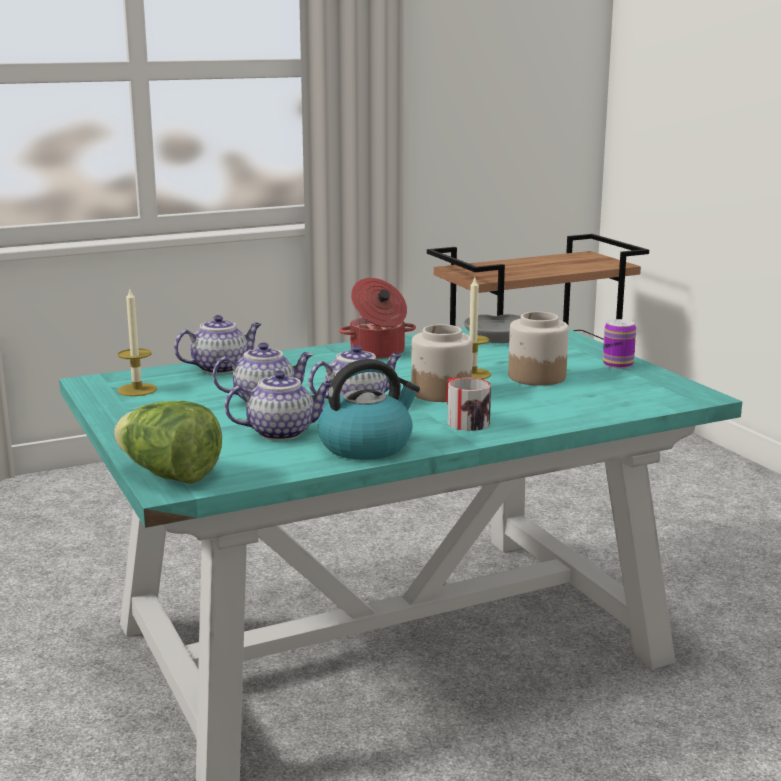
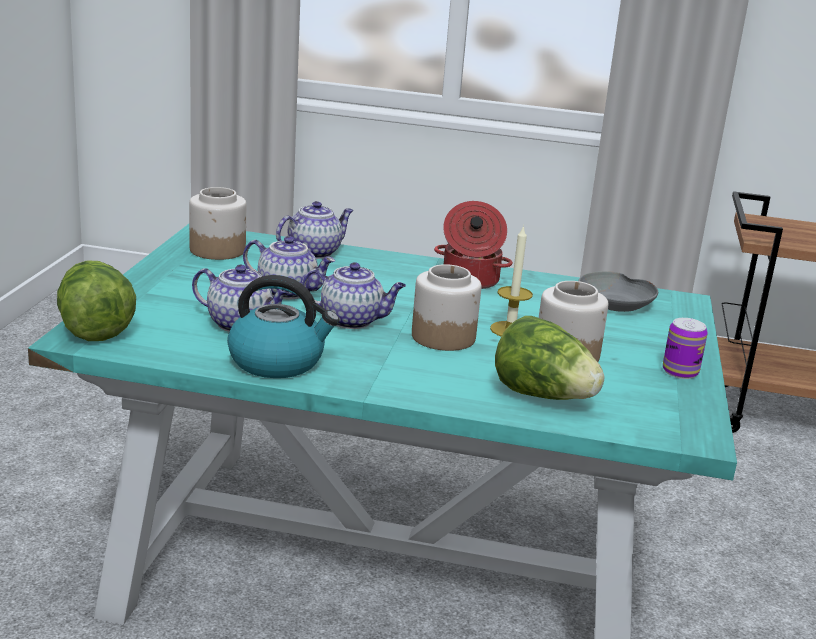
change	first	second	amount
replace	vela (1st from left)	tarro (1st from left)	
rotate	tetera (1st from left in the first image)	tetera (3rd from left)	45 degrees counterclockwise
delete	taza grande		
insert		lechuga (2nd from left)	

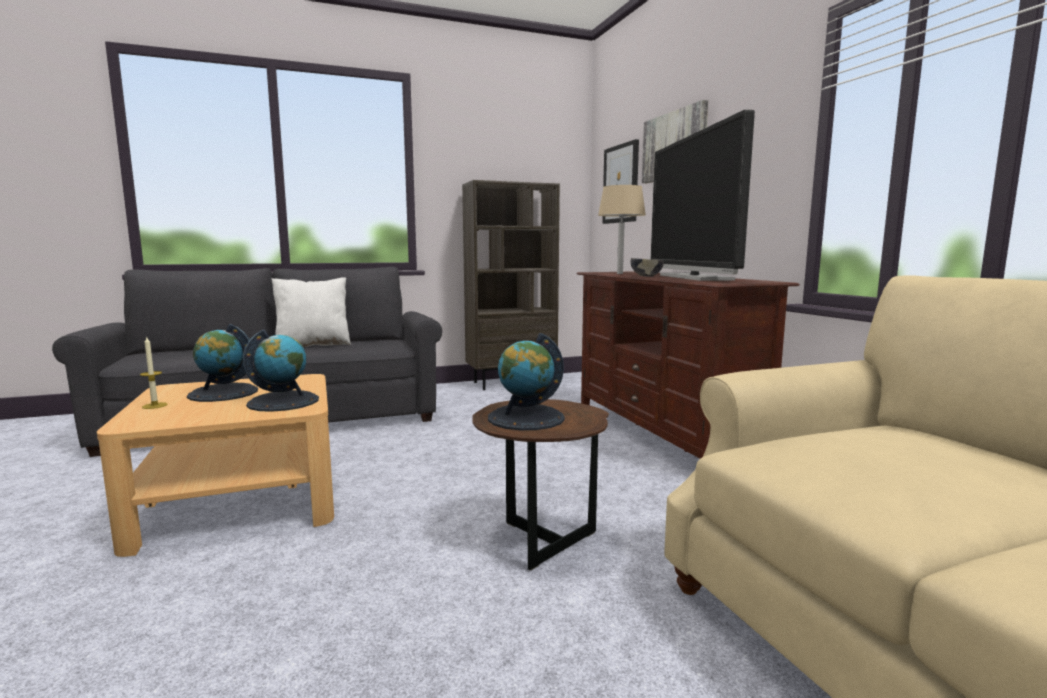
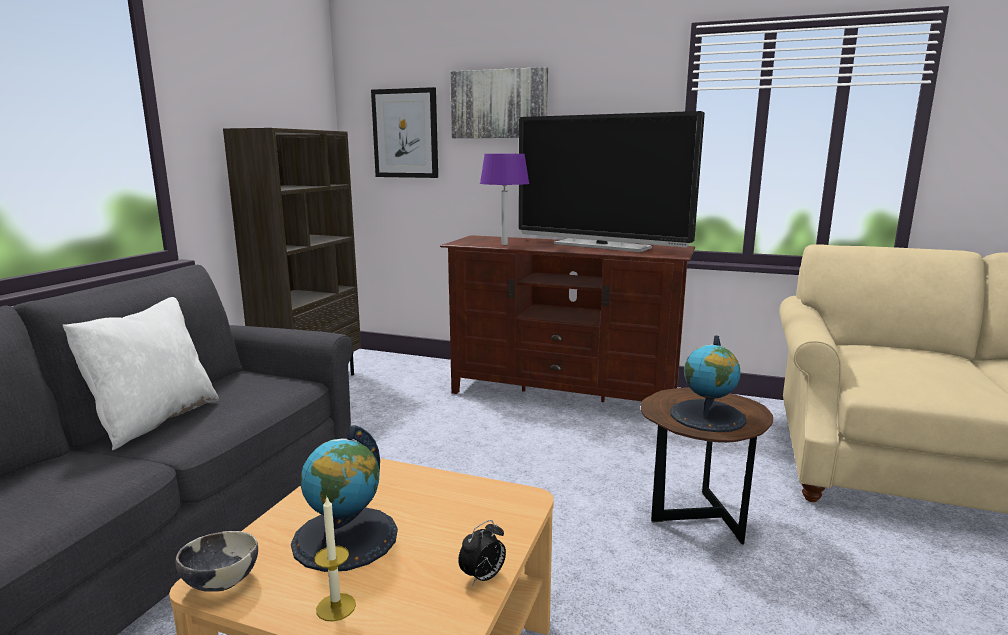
change	first	second	amount
delete	globo terráqueo (2nd from left)		
recolor	lámpara de mesa (beis)	lámpara de mesa (morado)	
move	cuenco		
insert		despertador	

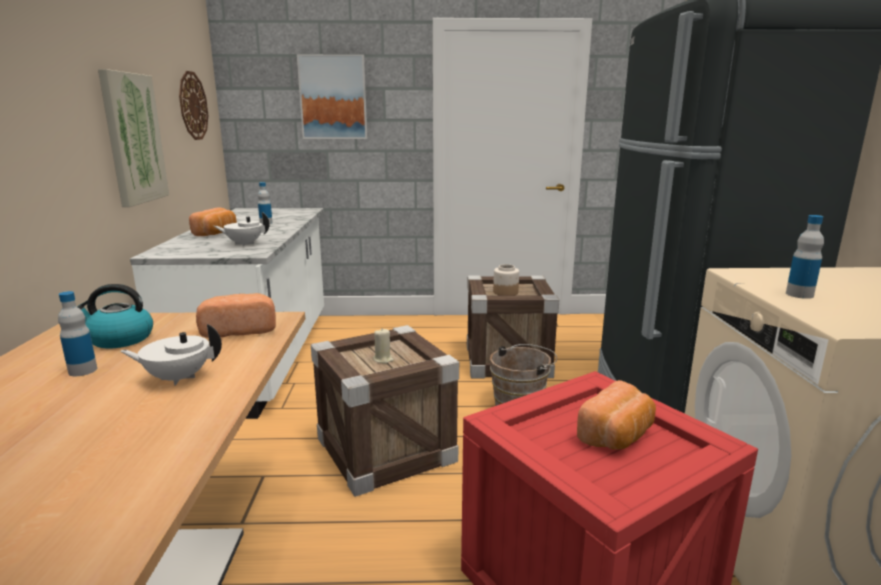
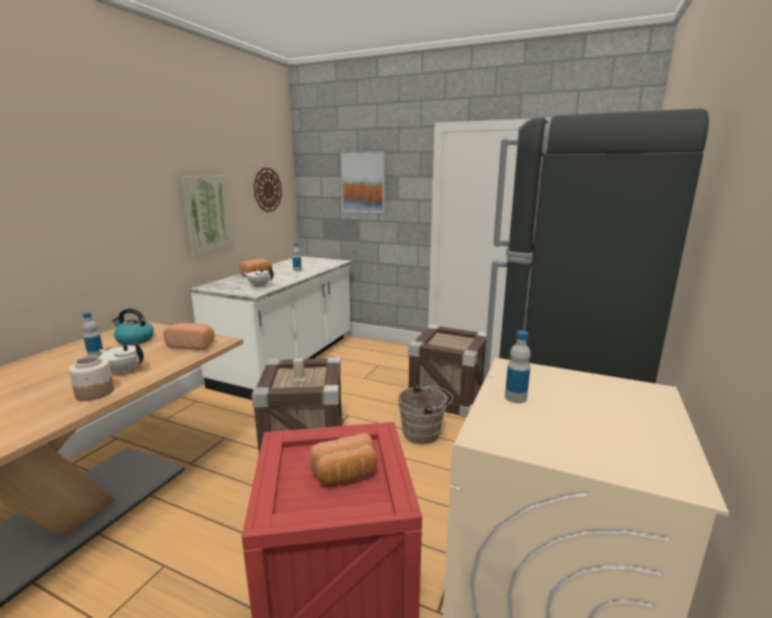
change	first	second	amount
move	tarro		

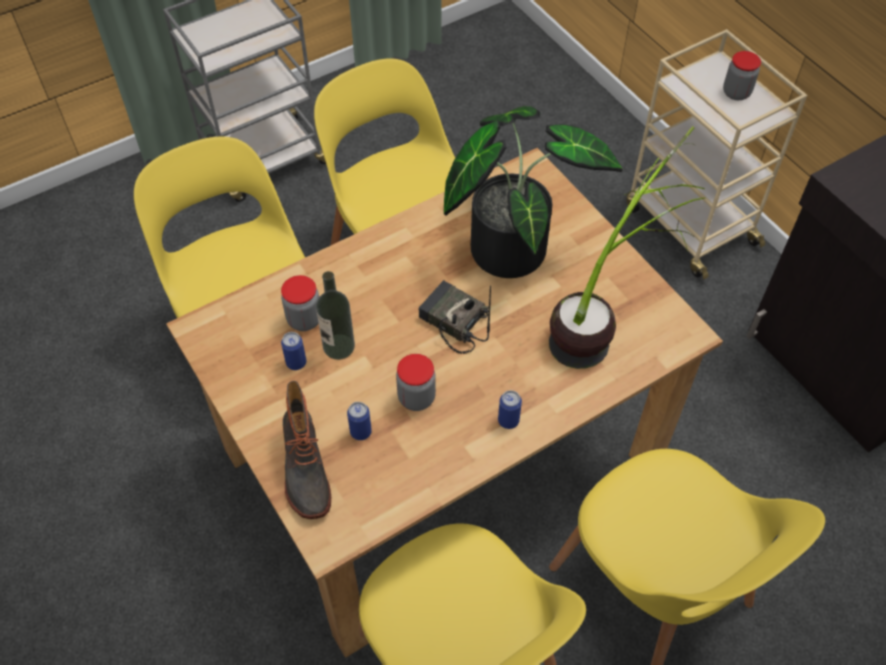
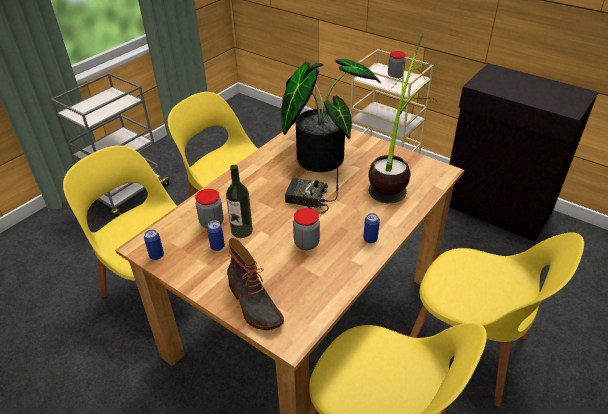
change	first	second	amount
move	lata (2nd from left in the first image)	lata (1st from left)	

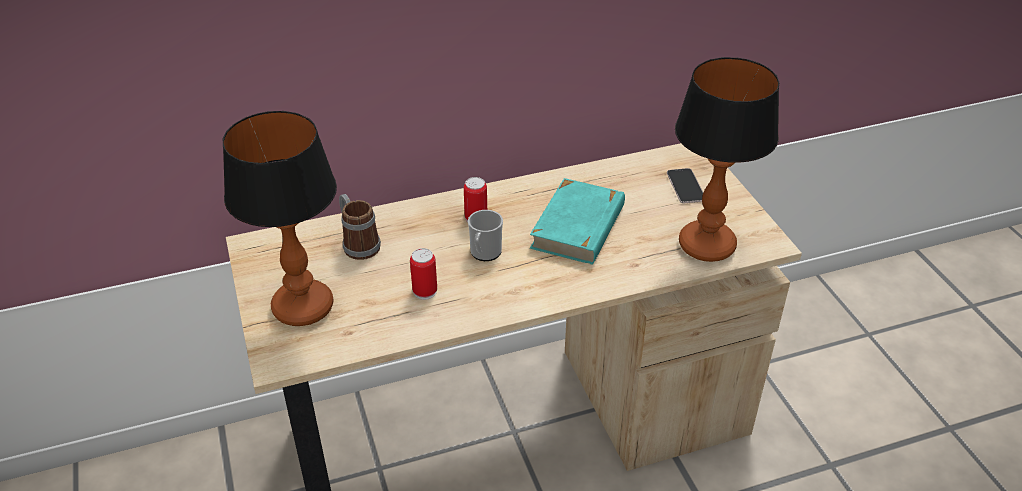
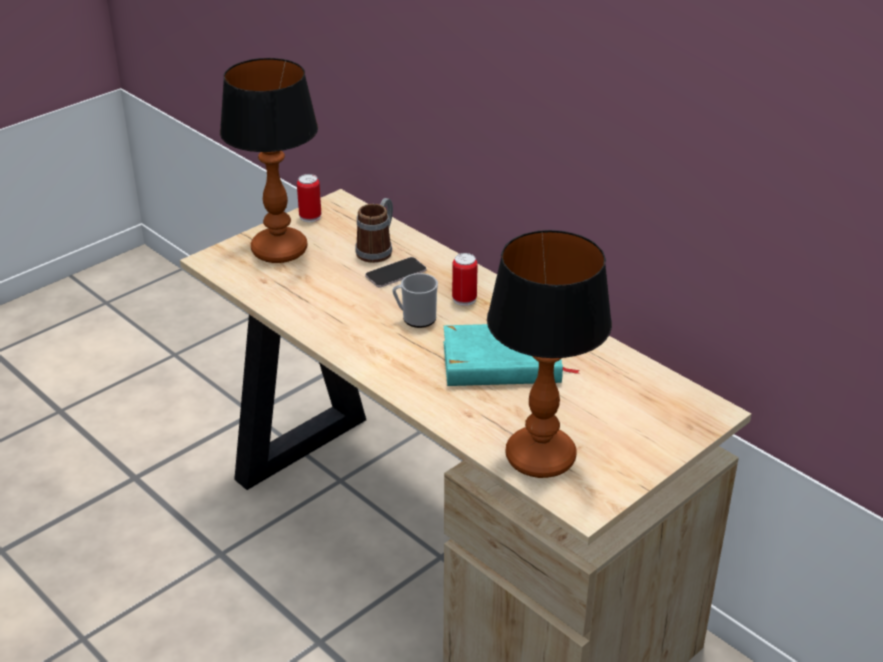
change	first	second	amount
move	lata (1st from left)		
move	móvil		

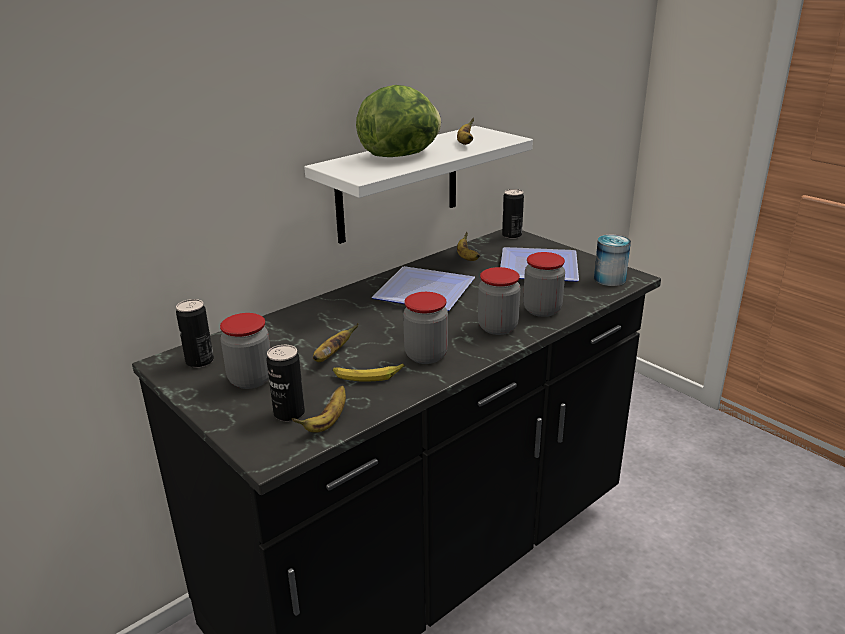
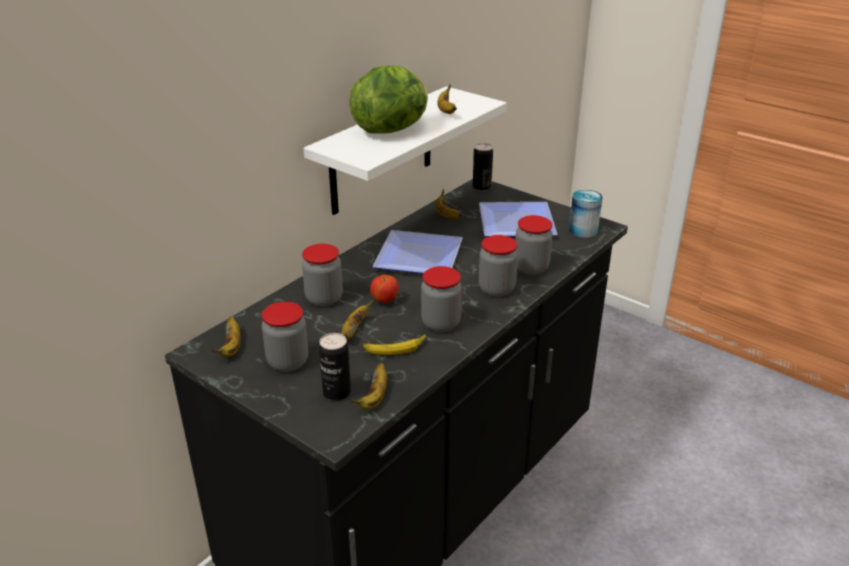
change	first	second	amount
replace	lata (1st from left)	plátano (1st from left)	
insert		tarro (2nd from left)	
insert		manzana	

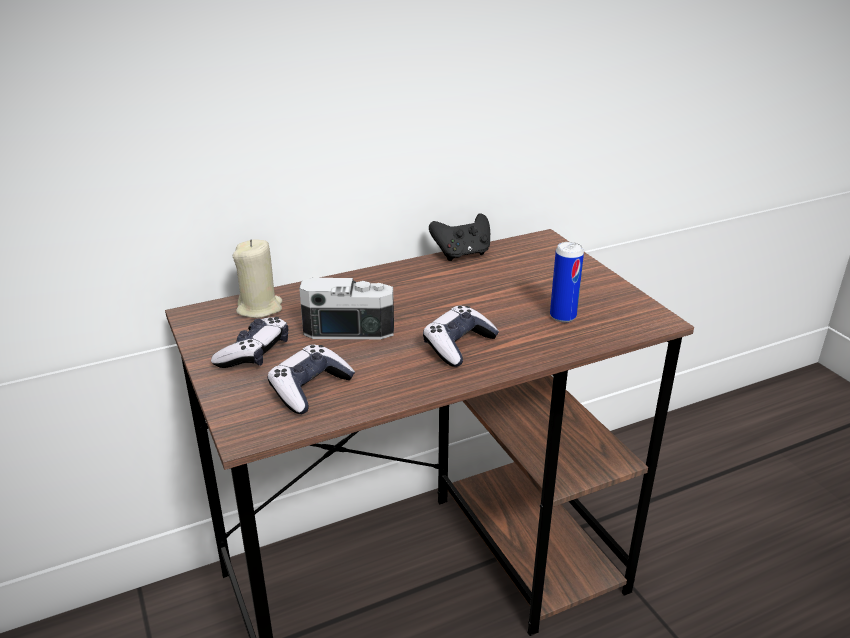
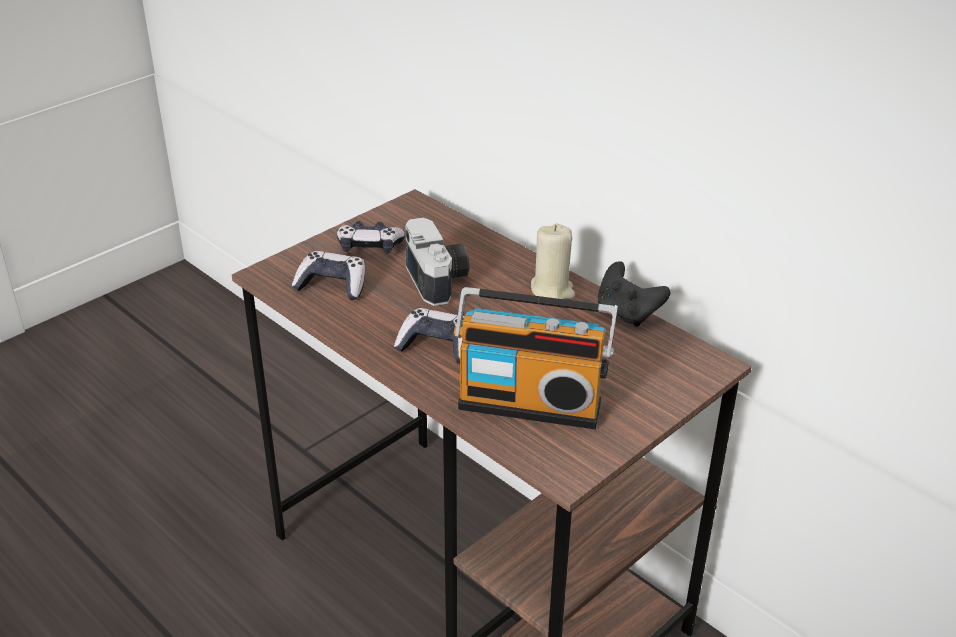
change	first	second	amount
move	vela (beis)		
replace	lata	radio	

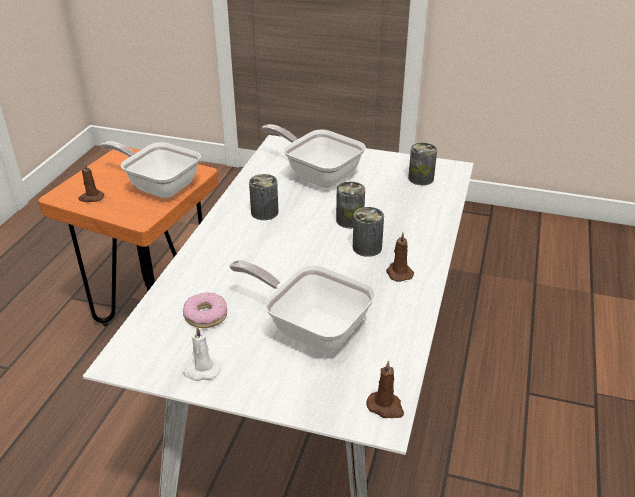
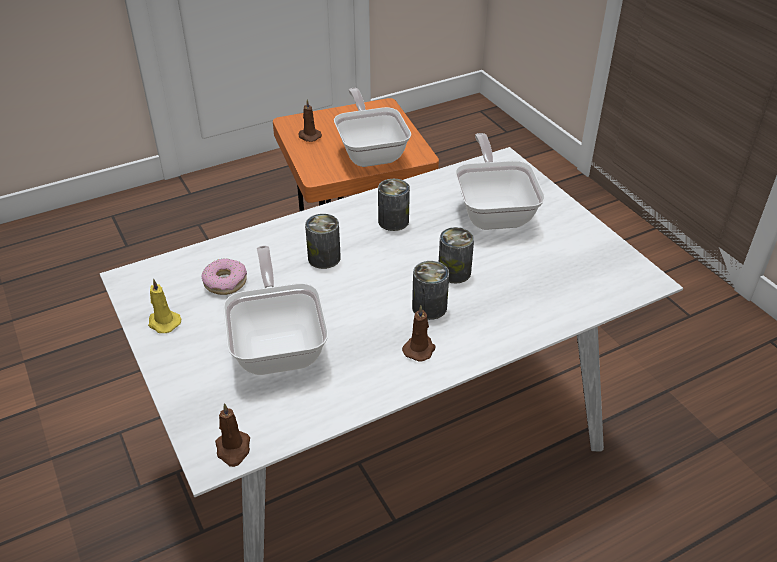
change	first	second	amount
recolor	vela (blanco)	vela (amarillo)	
move	lata (4th from left in the first image)	lata (1st from left)	

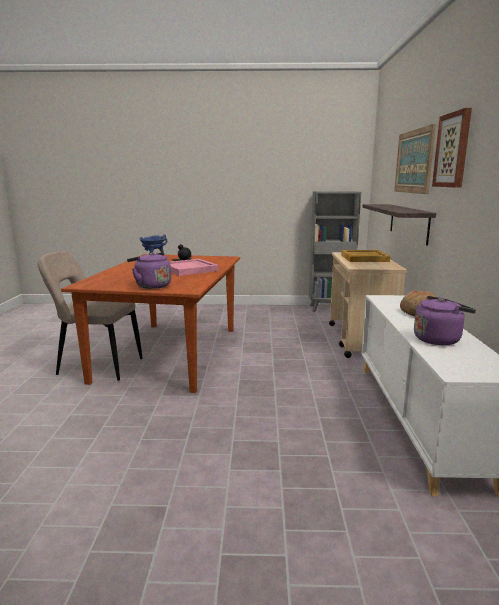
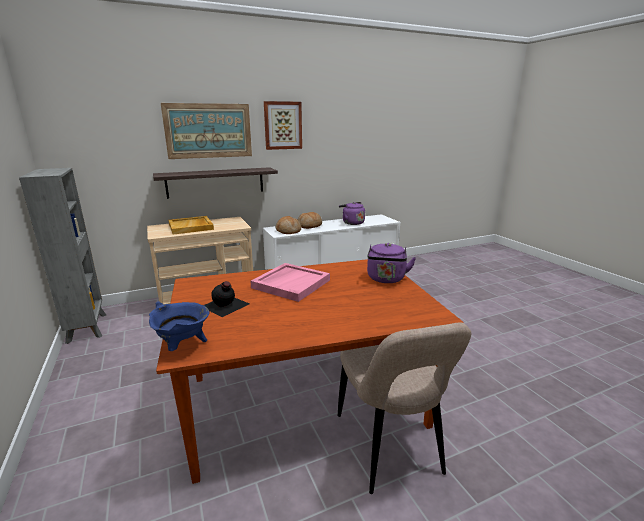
change	first	second	amount
insert		pan (1st from left)	

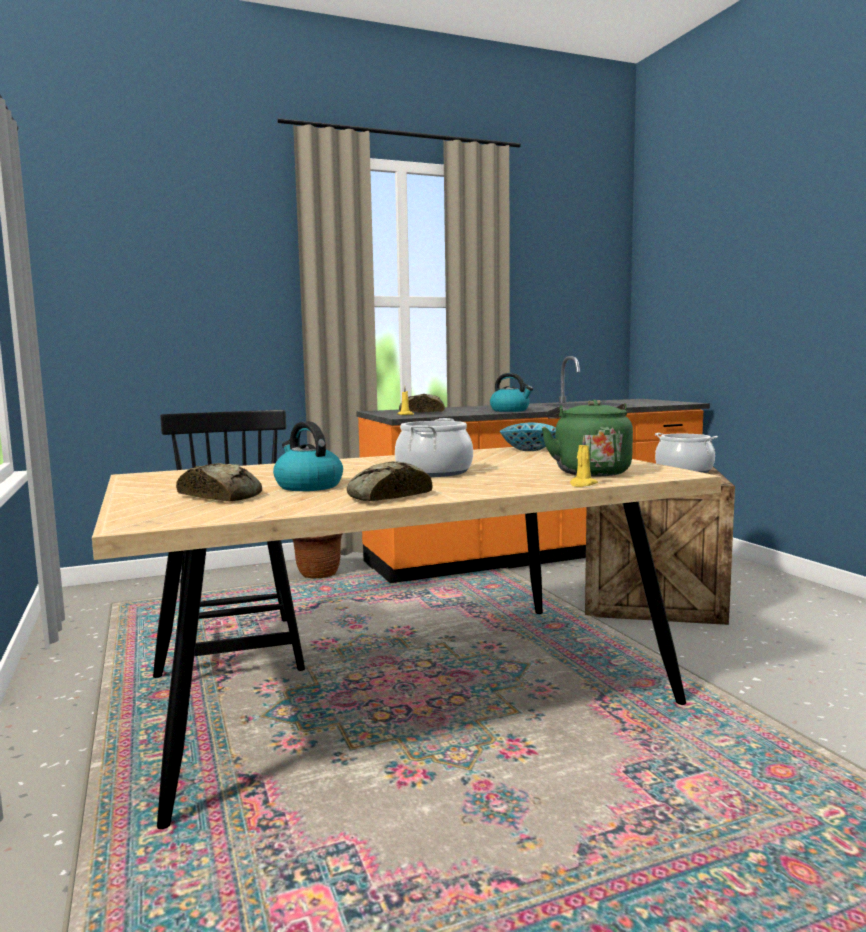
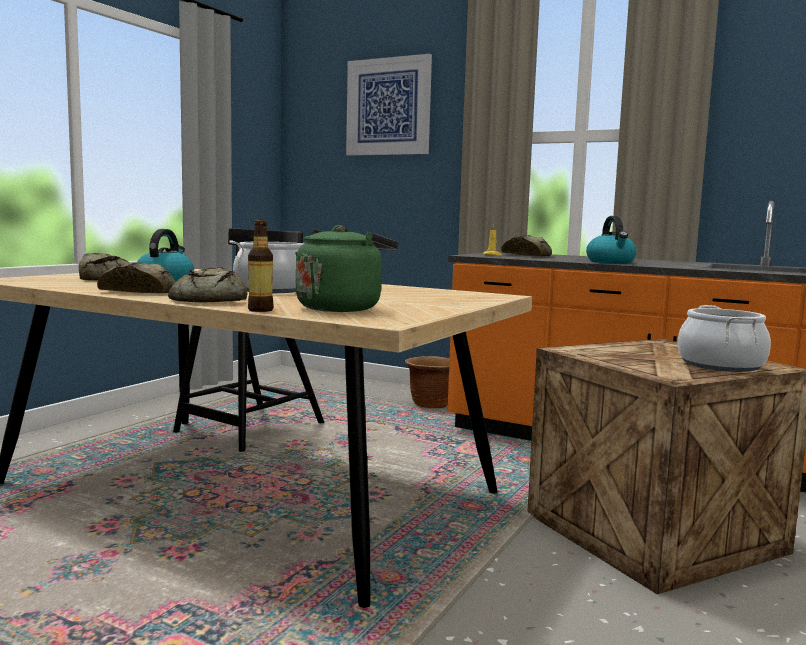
change	first	second	amount
delete	cuenco		
replace	vela (amarillo) (2nd from left)	botella	
insert		pan (3rd from left)	
insert		cuadro	

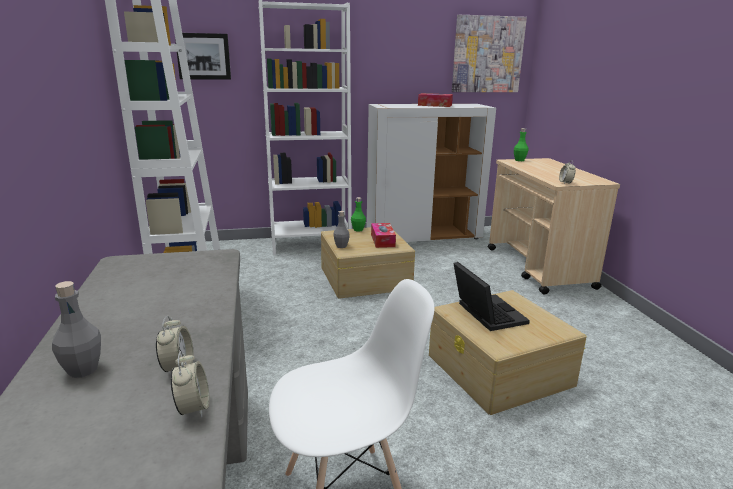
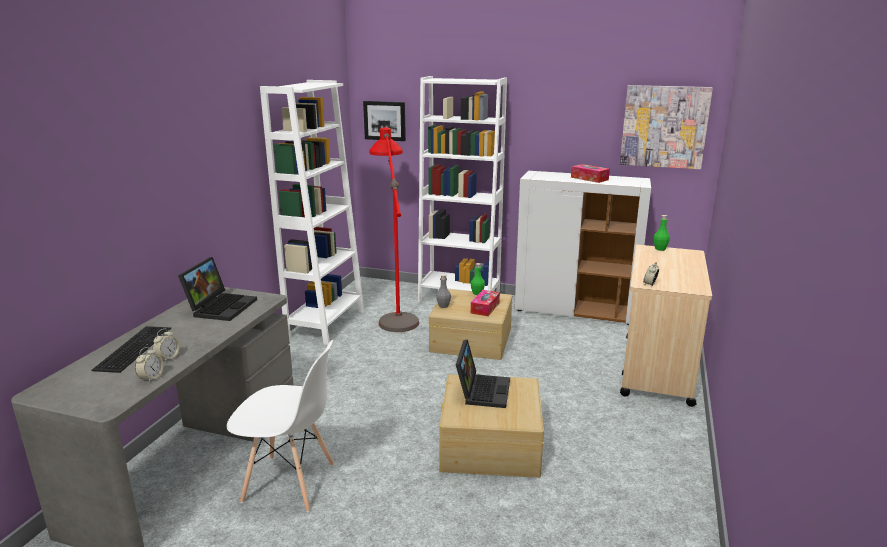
change	first	second	amount
replace	botella (gris) (1st from left)	teclado	
insert		portátil (1st from left)	
insert		lámpara de pie (rojo)	

